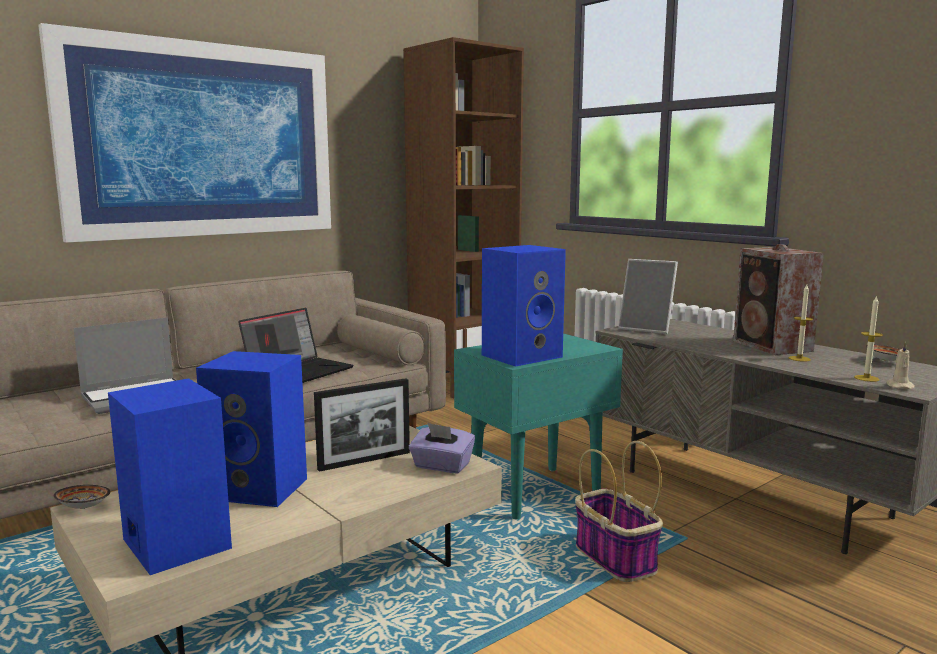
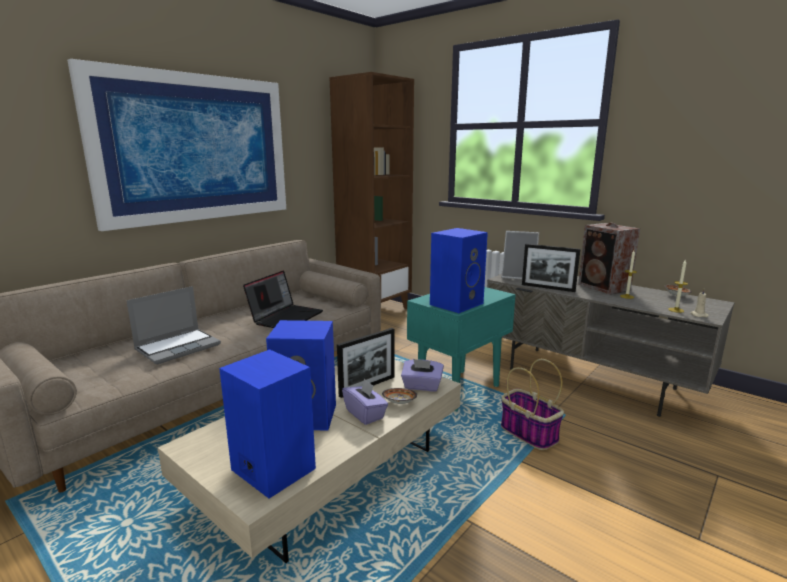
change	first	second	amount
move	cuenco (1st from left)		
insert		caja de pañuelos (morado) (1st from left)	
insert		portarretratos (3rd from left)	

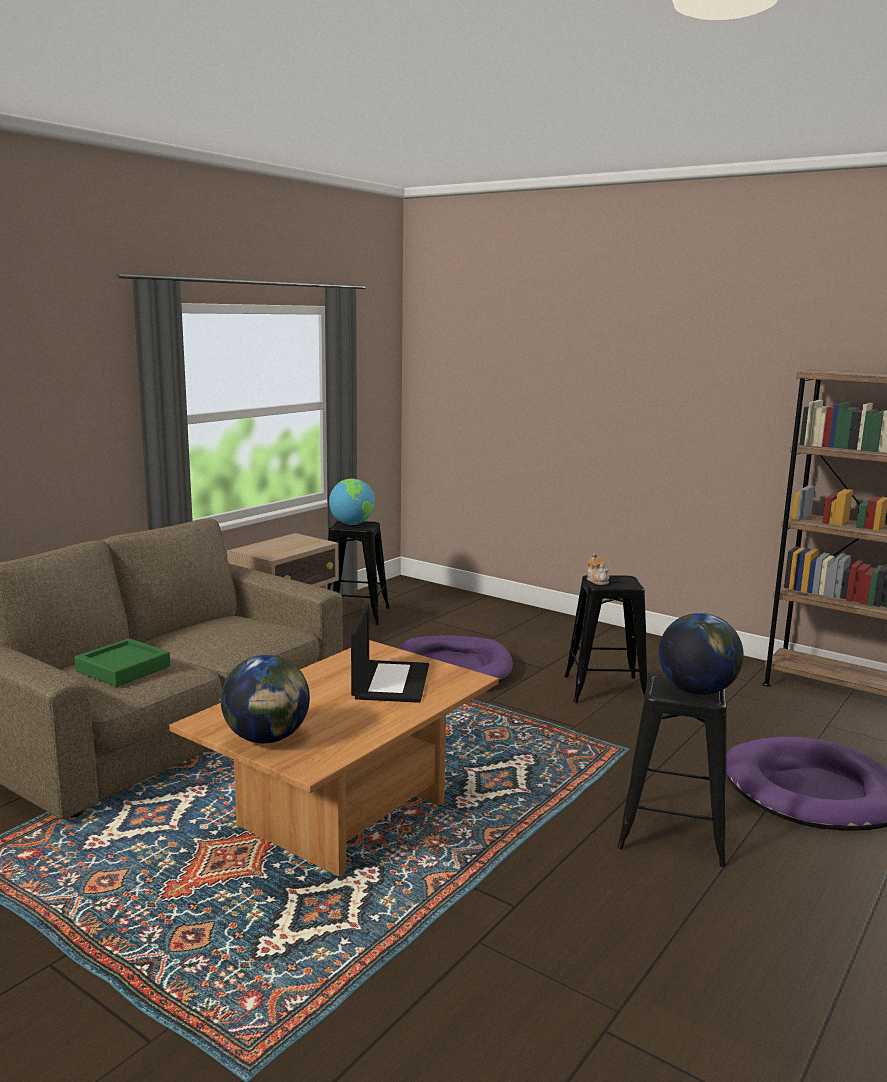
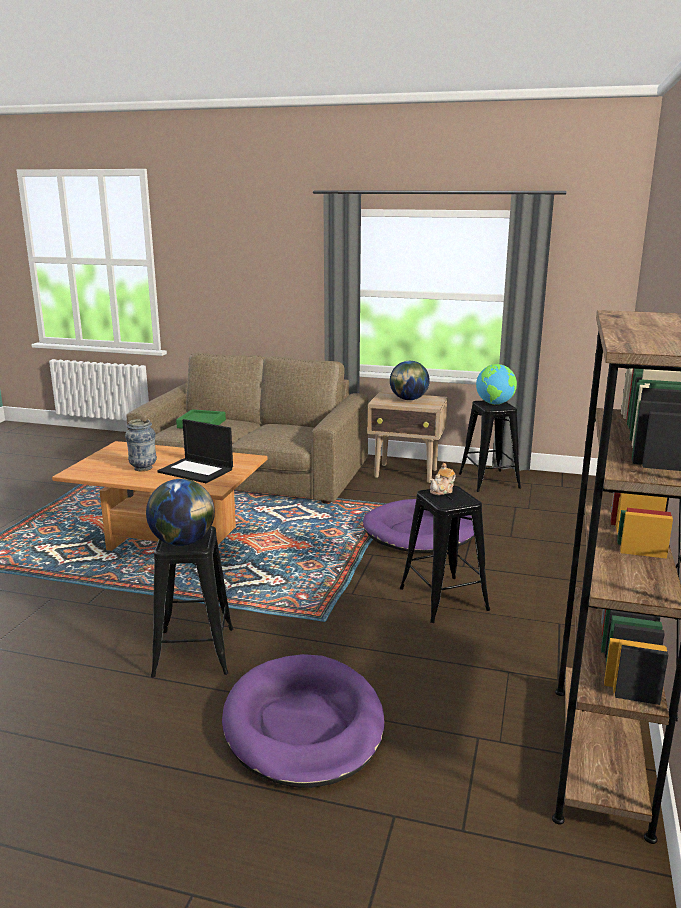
change	first	second	amount
move	globo terráqueo (1st from left in the first image)	globo terráqueo (2nd from left)	
rotate	portátil		45 degrees clockwise
insert		florero	

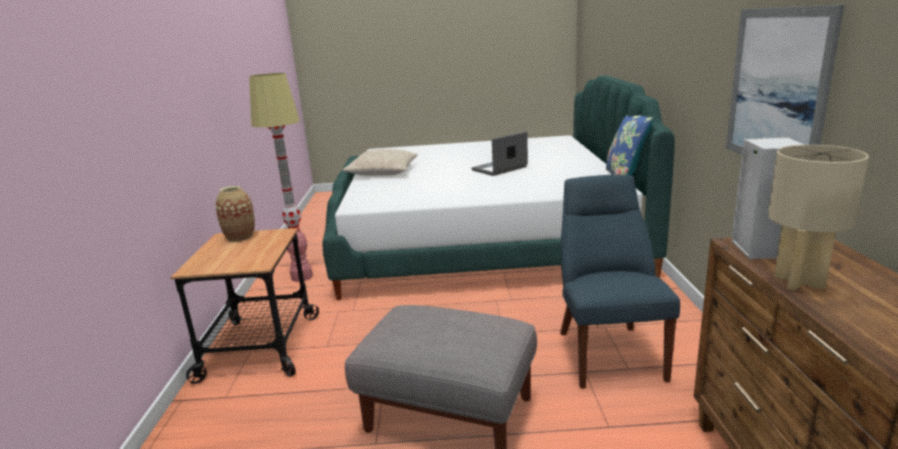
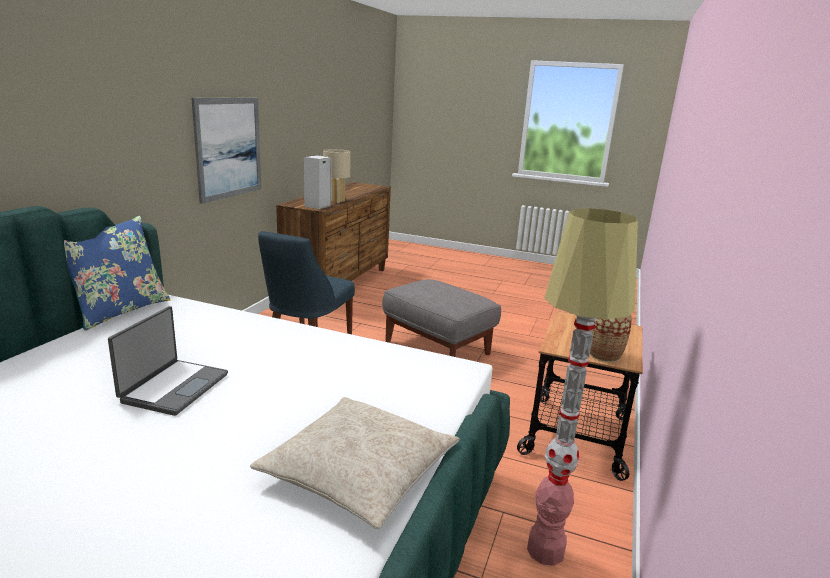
change	first	second	amount
rotate	portátil		60 degrees counterclockwise

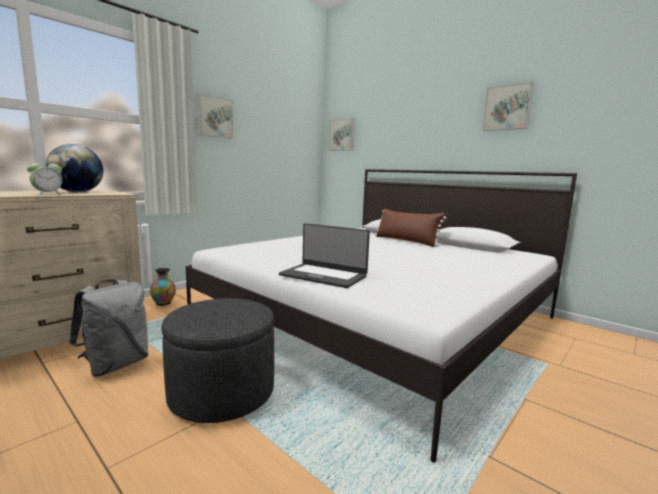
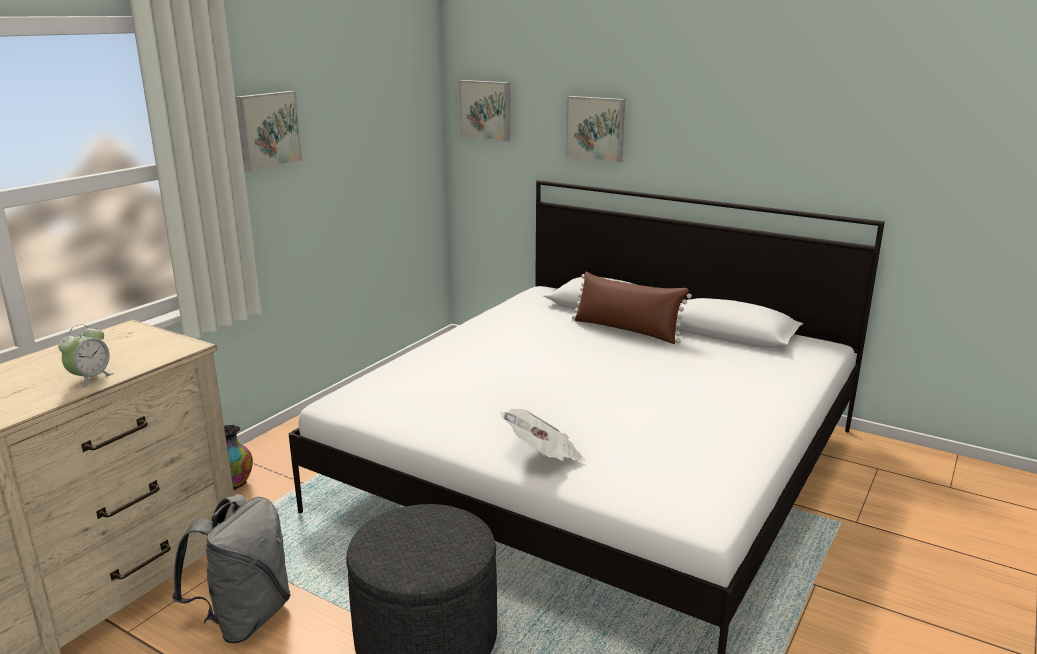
change	first	second	amount
delete	globo terráqueo		
replace	portátil	periódico	
move	cuadro (3rd from left)		

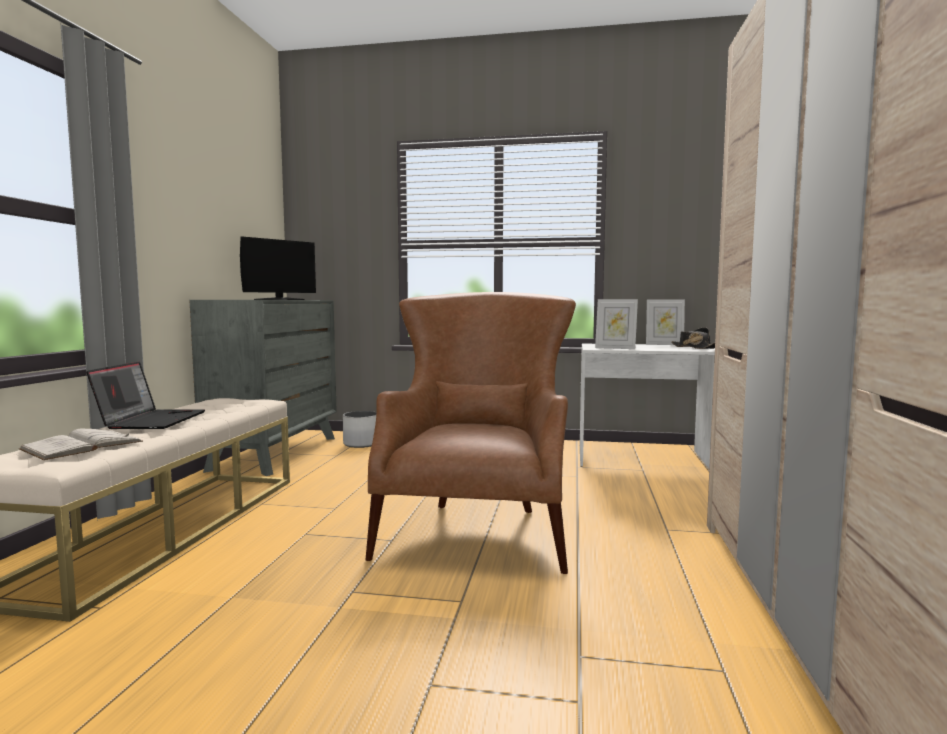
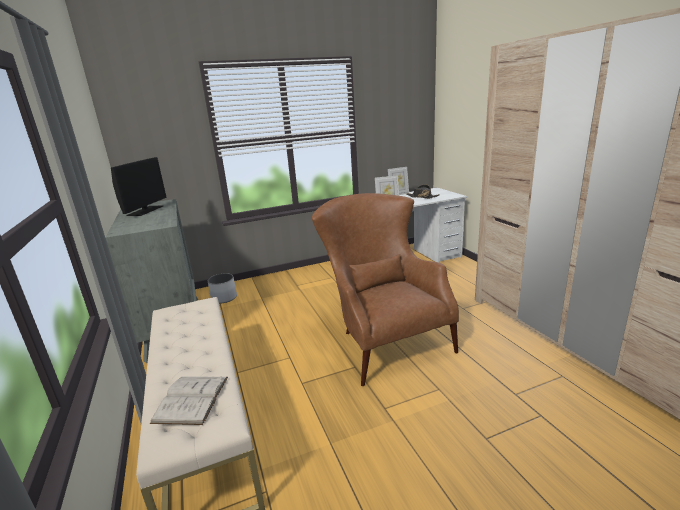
change	first	second	amount
delete	portátil		

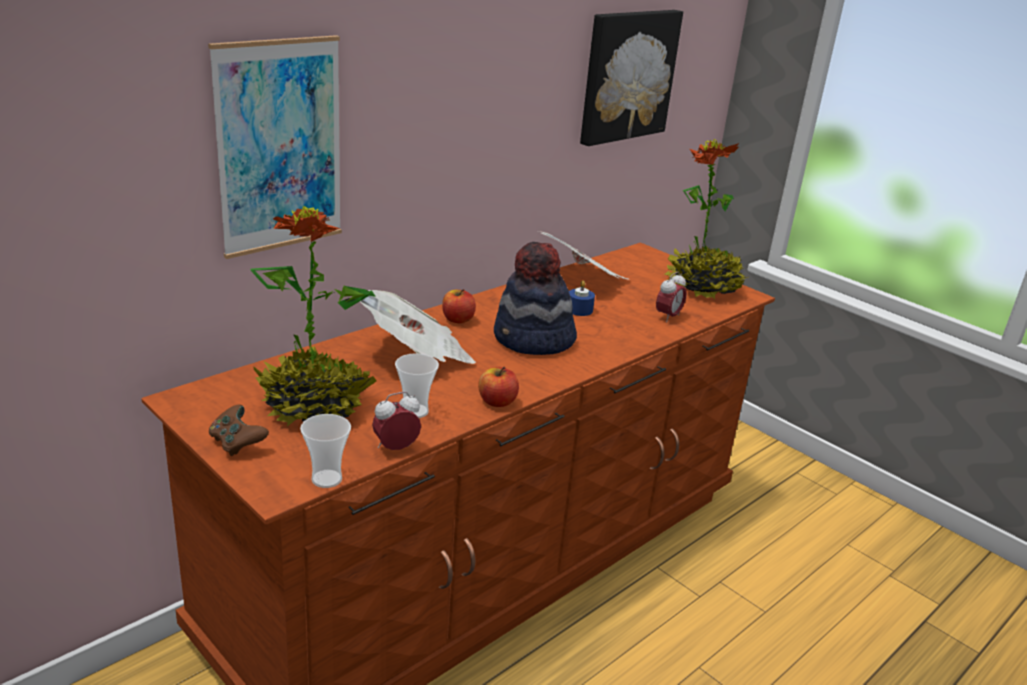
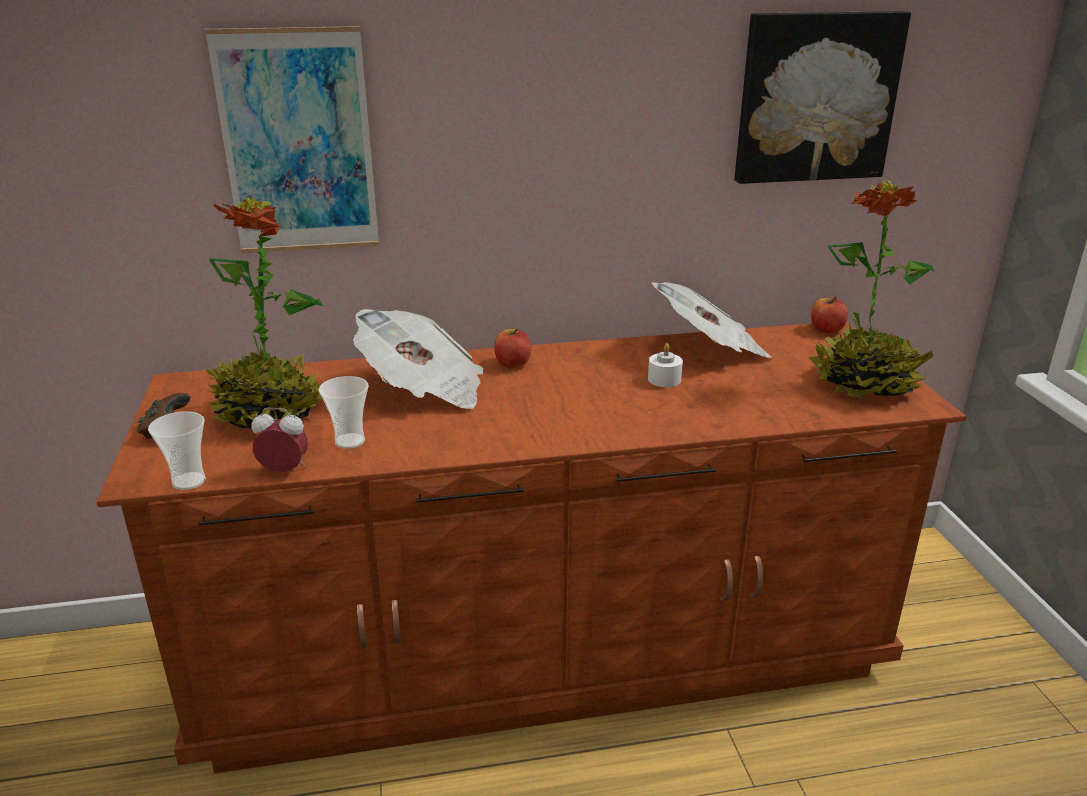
change	first	second	amount
move	manzana (2nd from left)		
delete	sombrero		
recolor	vela (azul)	vela (blanco)	
delete	despertador (2nd from left)		

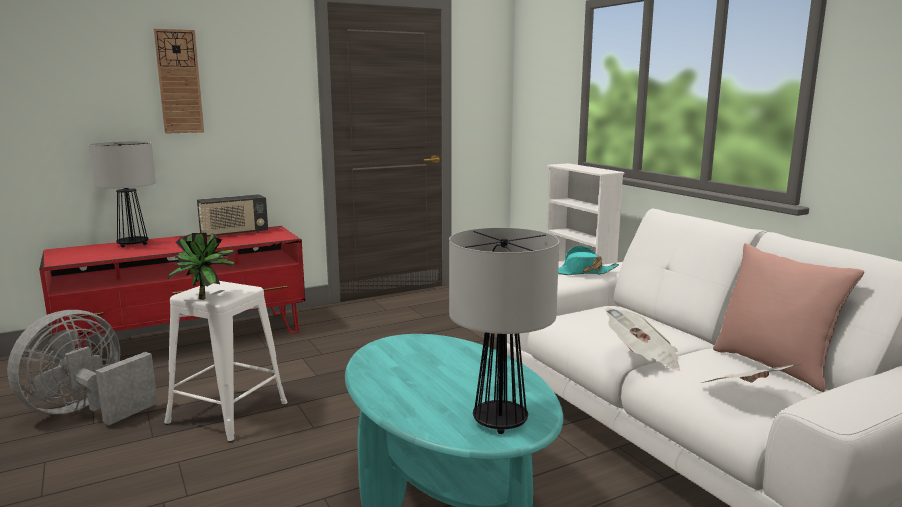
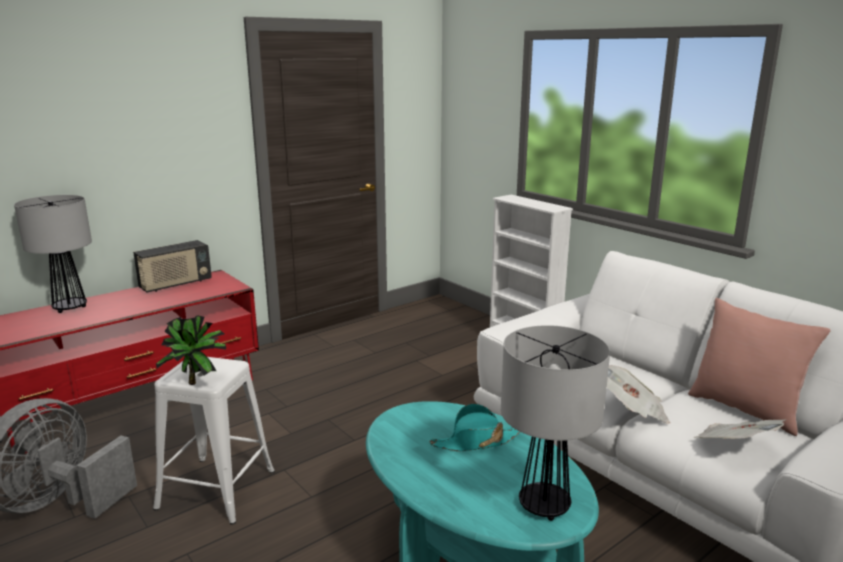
change	first	second	amount
delete	reloj de pared		
move	sombrero (turquesa)		

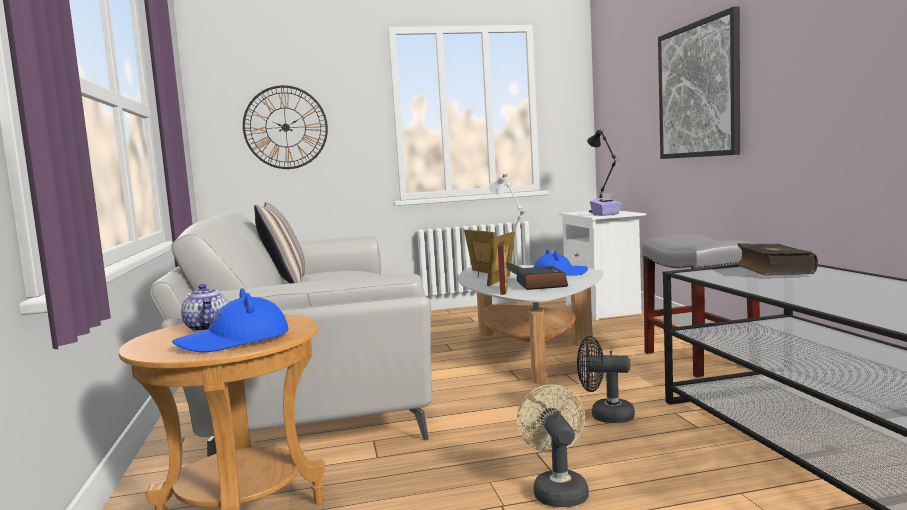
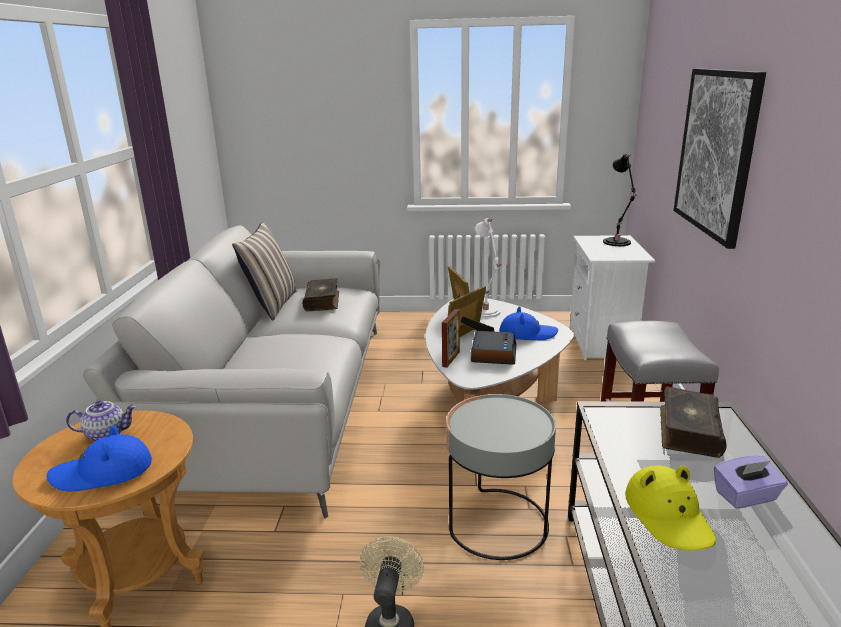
change	first	second	amount
rotate	tetera		90 degrees counterclockwise
delete	reloj de pared		
replace	ventilador (negro)	mesa auxiliar (gris)	
move	caja de pañuelos (morado)		
insert		libro (1st from left)	
insert		sombrero (amarillo)	

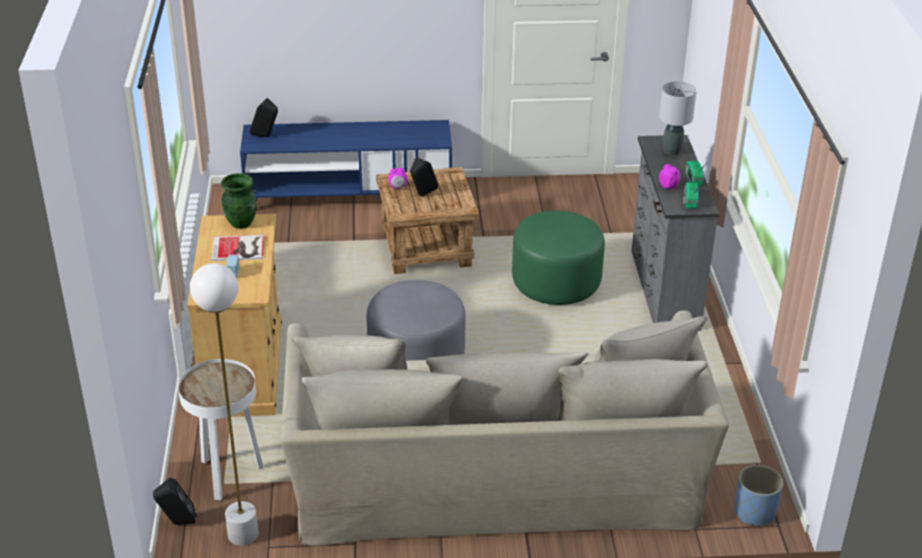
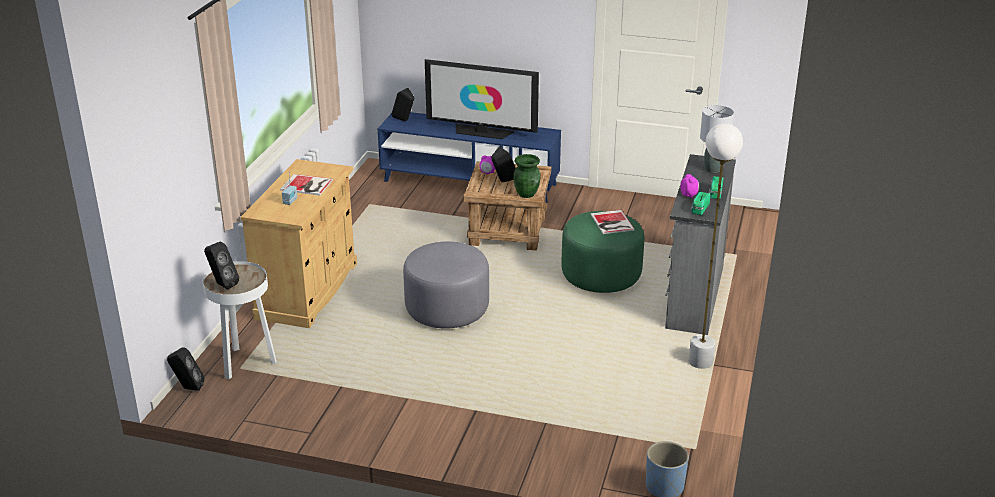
change	first	second	amount
move	lámpara de pie (blanco)		
move	florero (verde)		
delete	sofá (beis)		
insert		altavoz (negro) (2nd from left)	
insert		televisor	
insert		libro (2nd from left)	

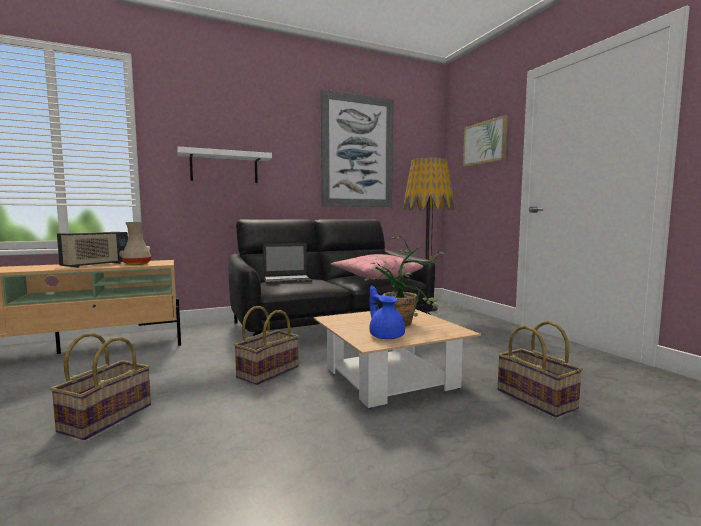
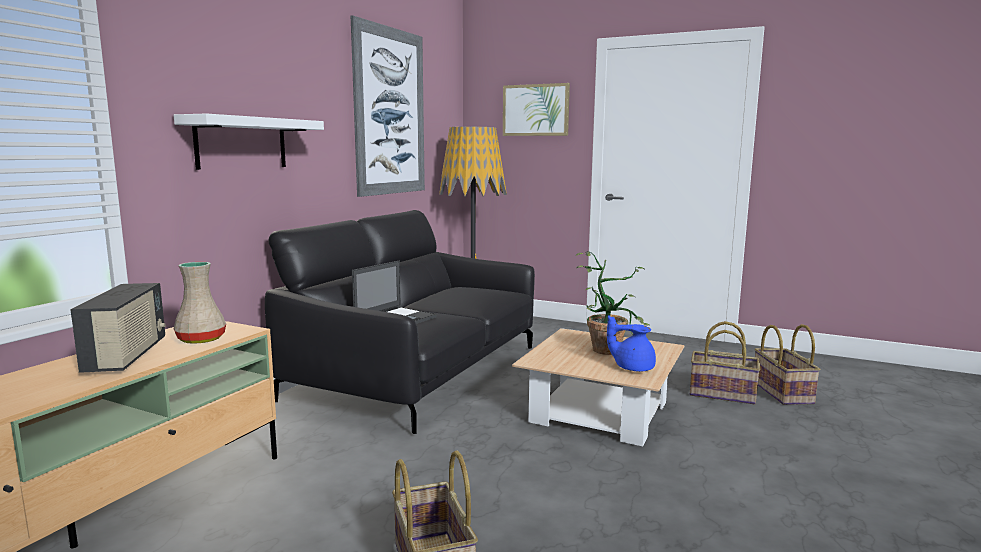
change	first	second	amount
move	cesta (2nd from left in the first image)	cesta (3rd from left)	
delete	cojín (rosa)		

